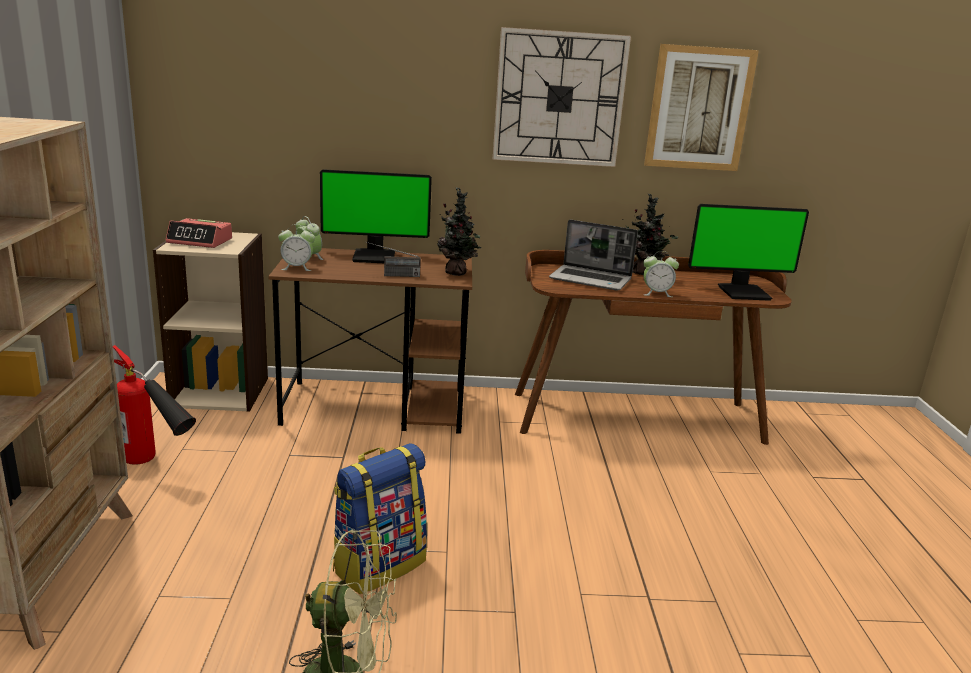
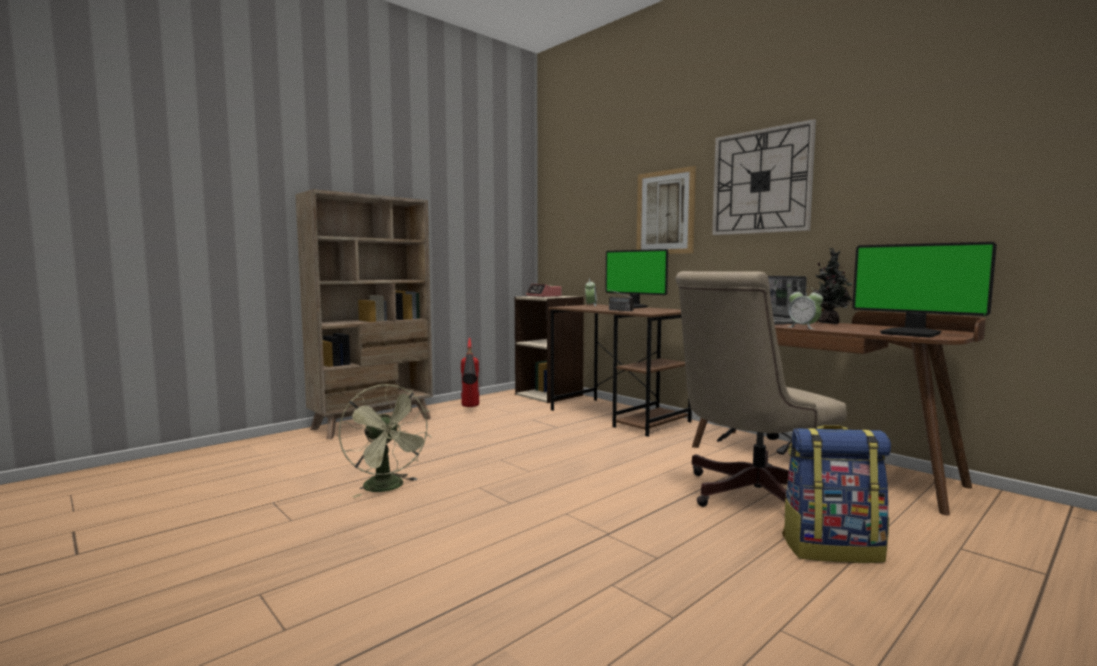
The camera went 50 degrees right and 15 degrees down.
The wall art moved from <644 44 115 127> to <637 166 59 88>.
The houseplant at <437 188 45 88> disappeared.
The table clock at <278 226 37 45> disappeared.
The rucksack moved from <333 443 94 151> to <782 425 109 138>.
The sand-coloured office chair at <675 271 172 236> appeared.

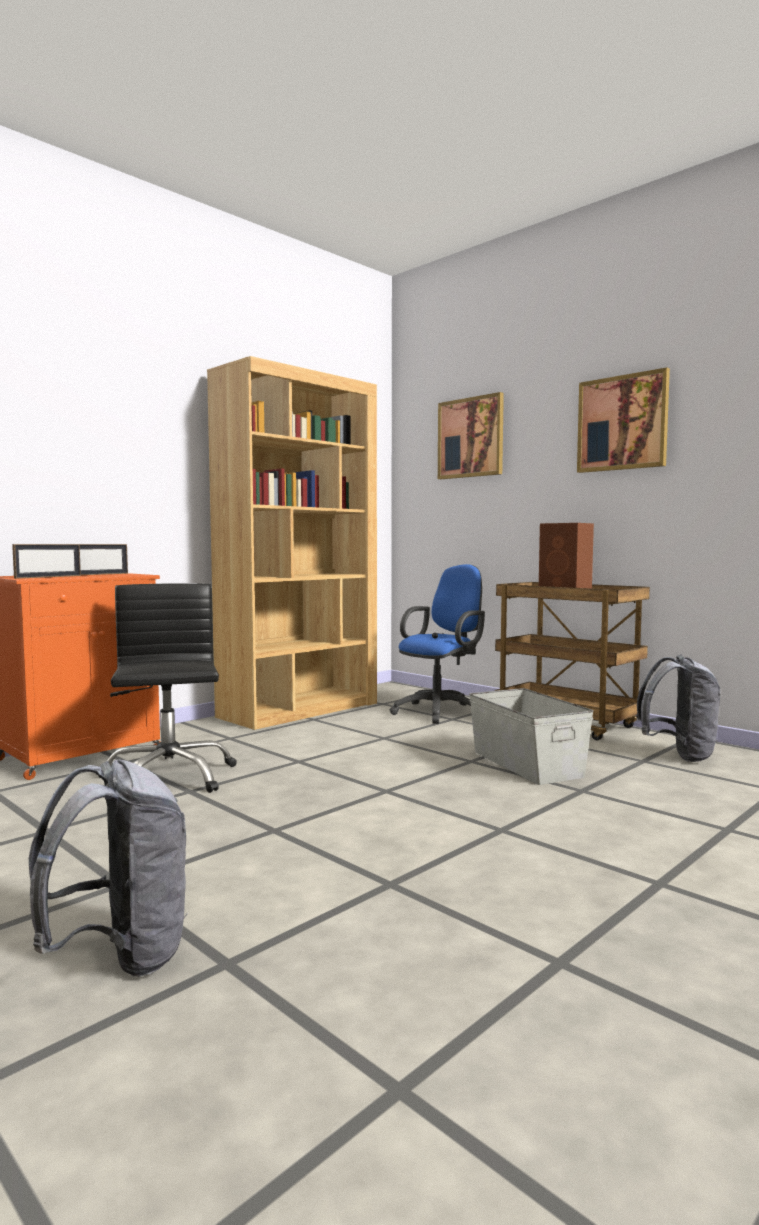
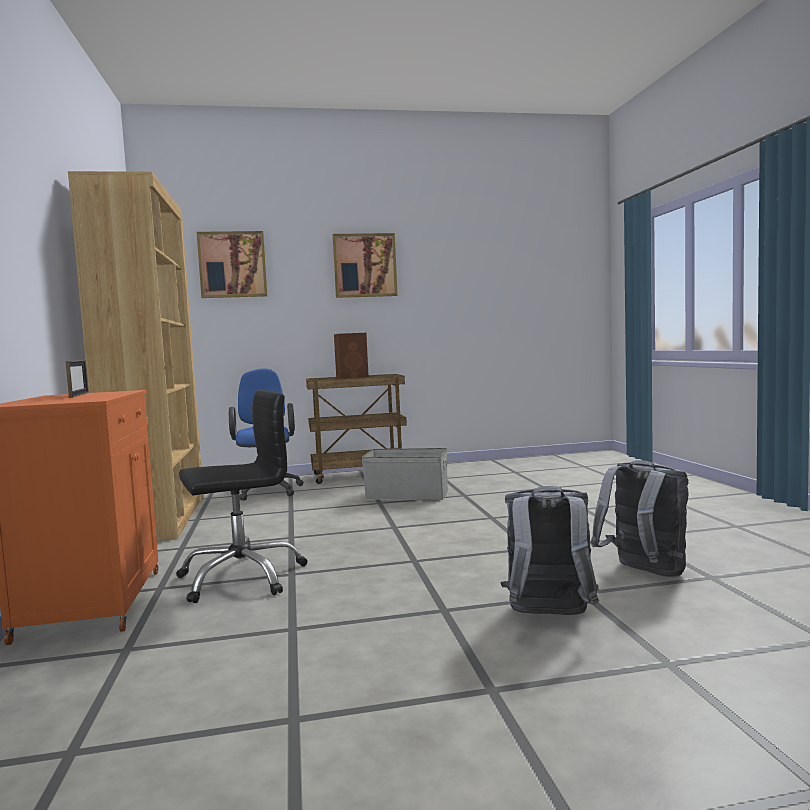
The camera went 55 degrees left and 0 degrees up.
The photo frame at <12 544 69 35> disappeared.
The black office chair at <107 583 130 210> turned 135 degrees clockwise.
The grey rucksack moved from <636 654 84 108> to <591 460 98 117>.

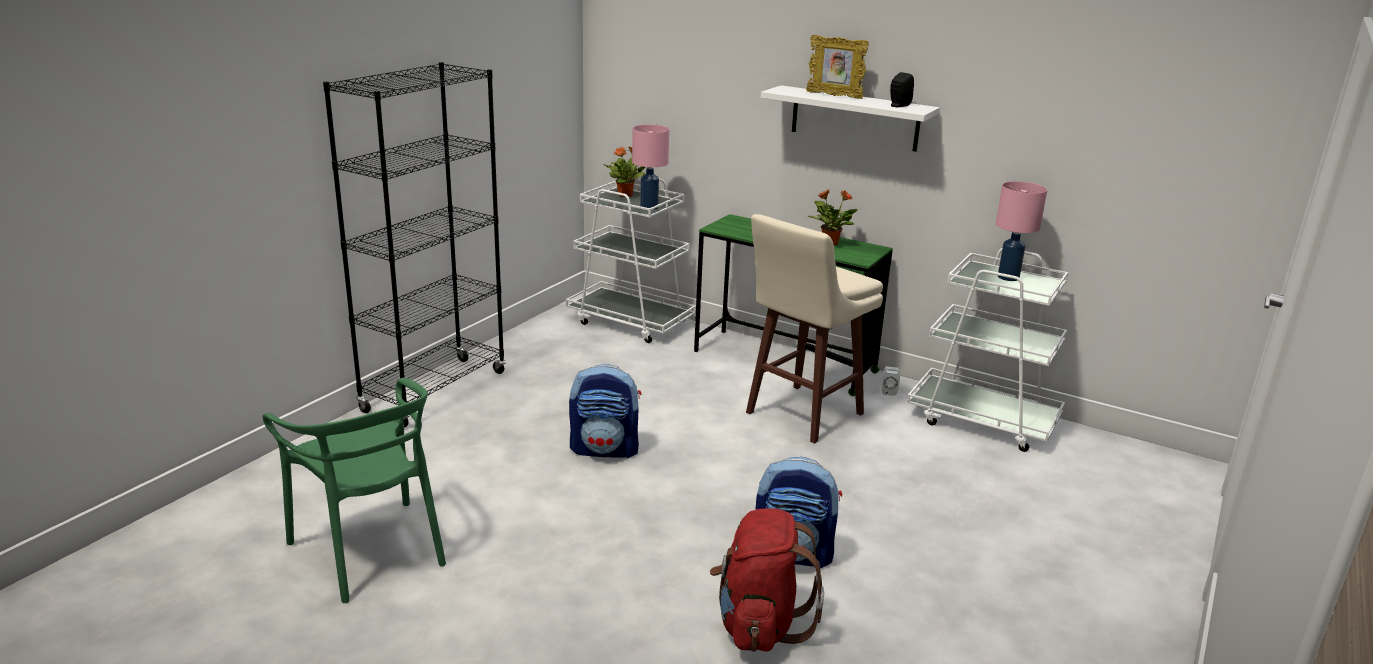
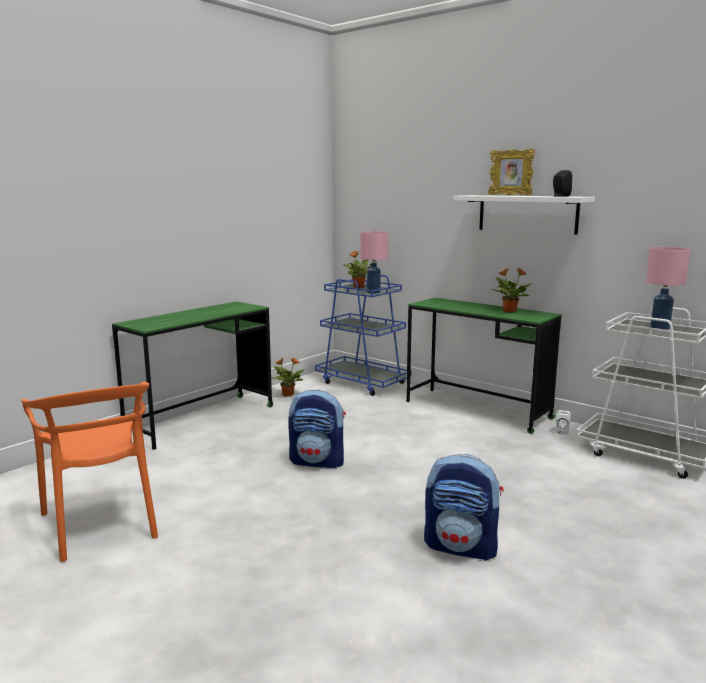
The camera went 10 degrees right and 10 degrees down.
The black shelving unit at <323 62 183 366> was replaced by the greenish desk at <112 301 161 149>.
The white trolley at <566 176 130 167> became the blue-coloured trolley at <315 275 96 121>.
The sand-coloured sitting stool at <746 214 137 230> disappeared.
The greenish plain chair at <262 378 184 225> became the orangey plain chair at <21 382 137 180>.
The red rucksack at <710 508 114 144> disappeared.
The houseplant at <271 357 33 40> appeared.

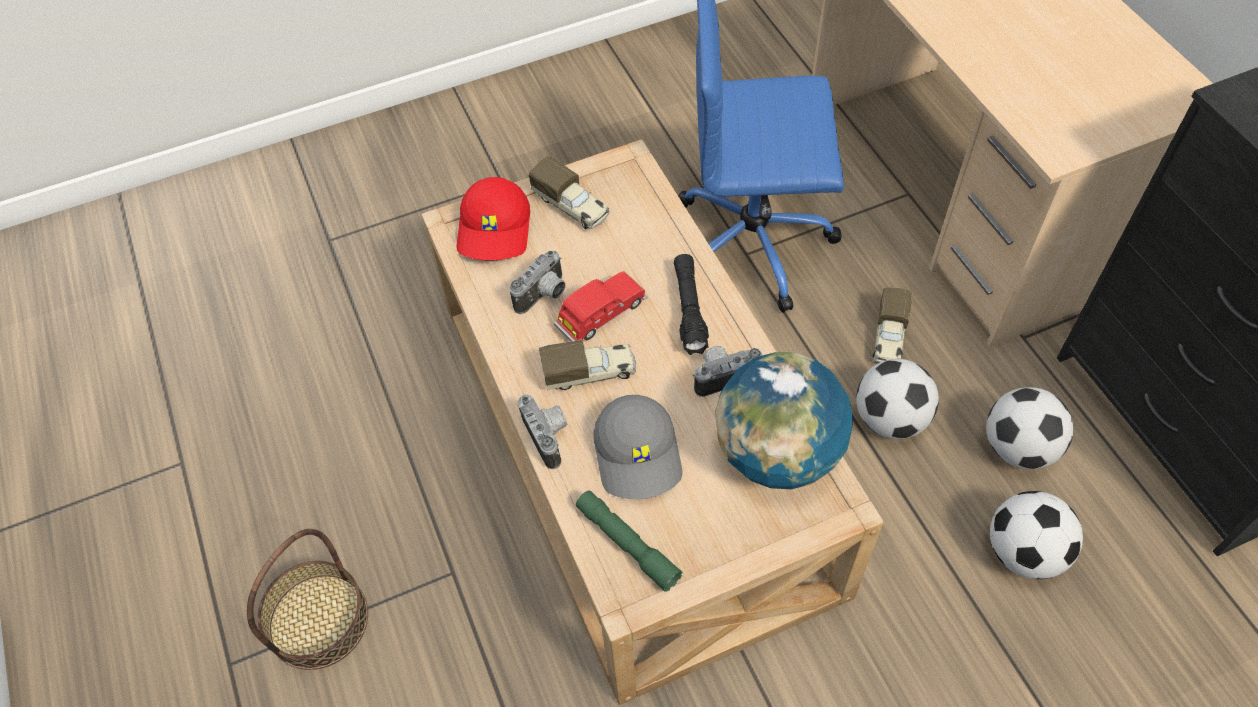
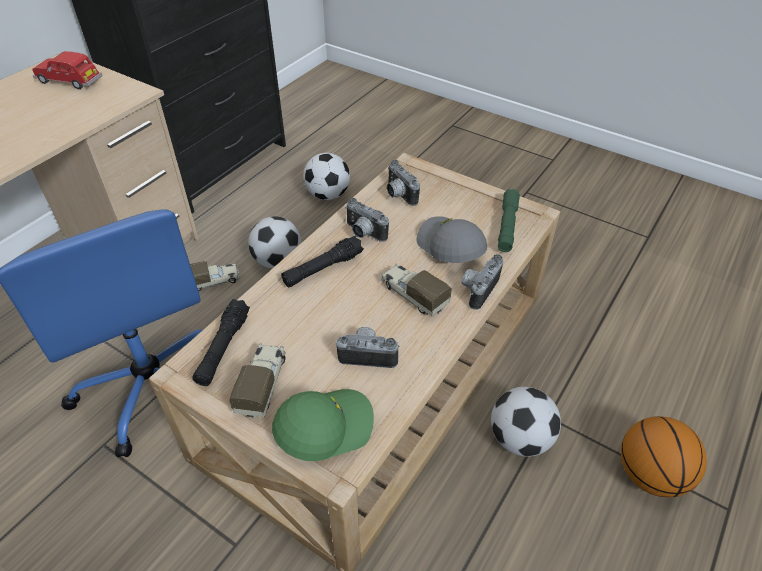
The camera went 125 degrees left and 10 degrees down.
The red peaked cap at <457 177 73 84> became the greenish peaked cap at <272 389 102 72>.
The red model car moved from <554 271 94 71> to <32 51 70 38>.
The world globe at <715 352 138 137> was replaced by the still camera at <386 160 34 46>.
The football ball moved from <986 387 87 82> to <491 387 70 70>.
The grey peaked cap at <593 395 89 104> turned 75 degrees counterclockwise.
The basket at <247 529 121 141> was replaced by the basketball ball at <621 416 86 82>.
The black flashlight at <192 299 58 87> appeared.

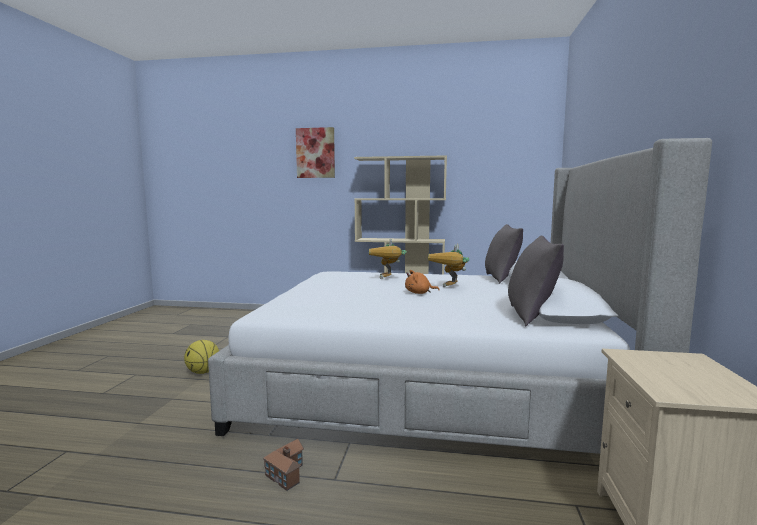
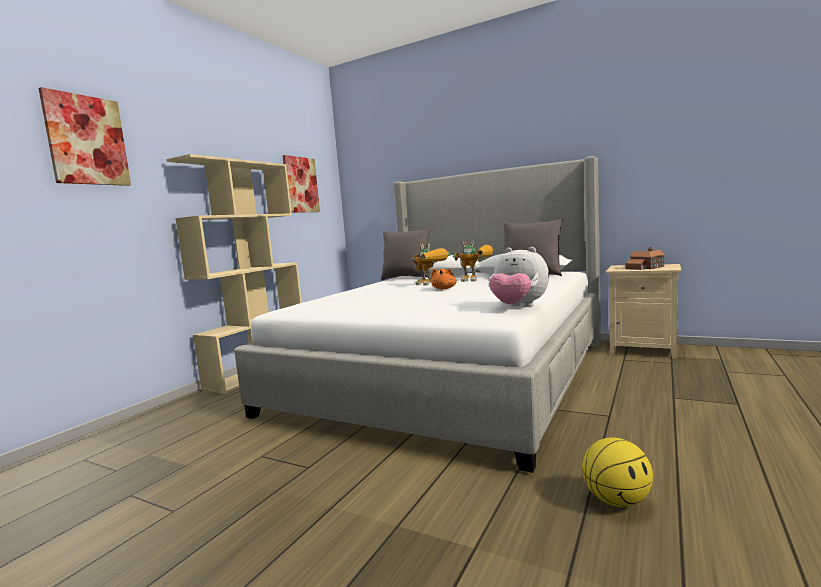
The camera went 70 degrees left and 0 degrees up.
The robot figure moved from <369 239 38 40> to <453 241 40 41>.
The basketball ball moved from <184 340 35 34> to <582 437 71 70>.
The toy house moved from <263 439 41 52> to <625 247 40 23>.
The wall art at <283 155 37 58> appeared.
The cuddly toy at <489 247 60 60> appeared.

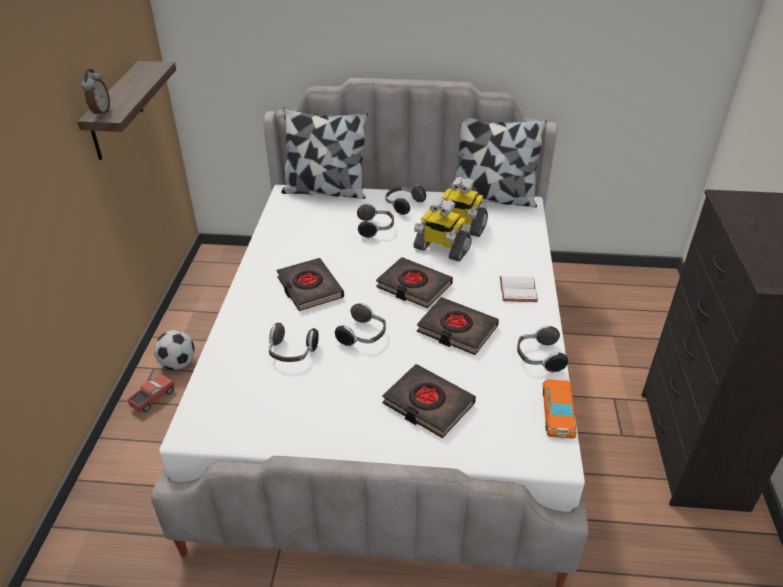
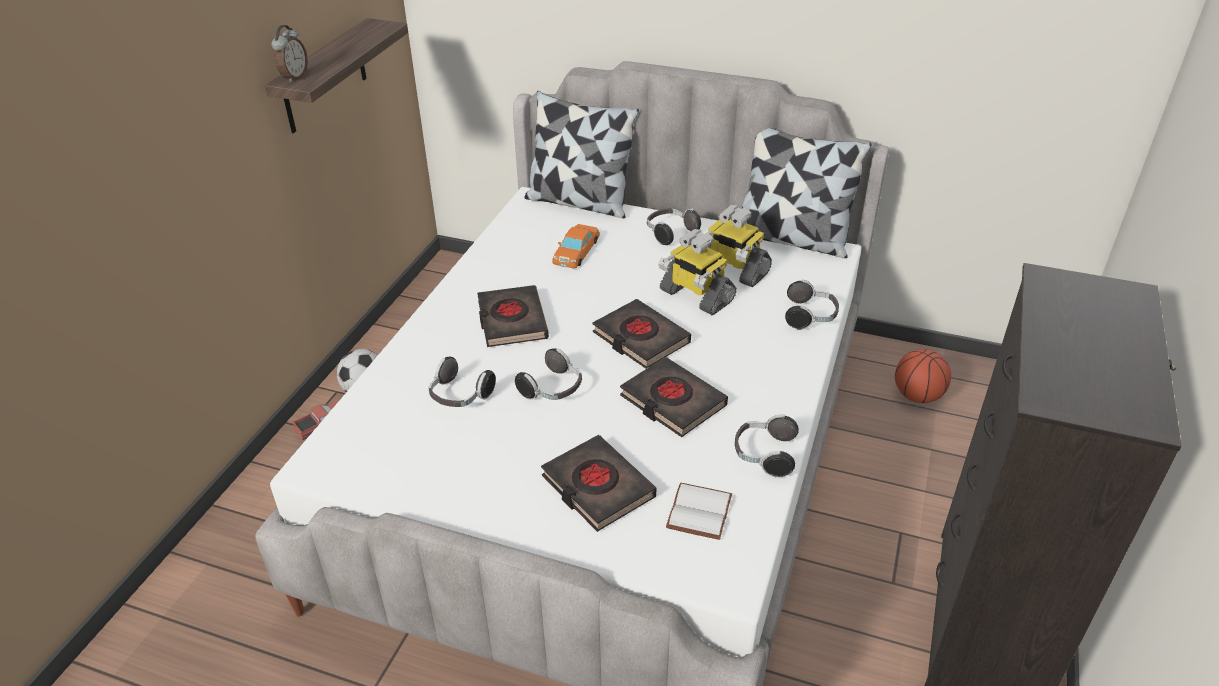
The camera went 15 degrees right and 0 degrees up.
The headset moved from <357 203 37 35> to <785 280 54 50>.
The white book moved from <499 276 39 26> to <666 483 66 57>.
The orangey model car moved from <543 379 34 60> to <552 224 48 45>.
The basketball ball at <895 349 56 54> appeared.

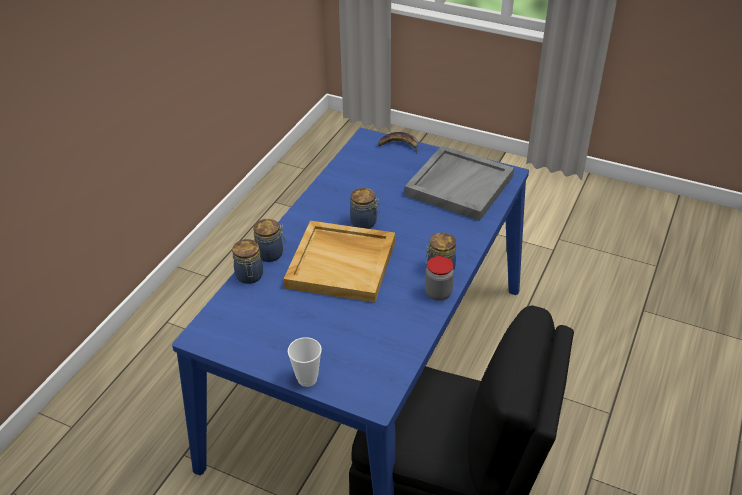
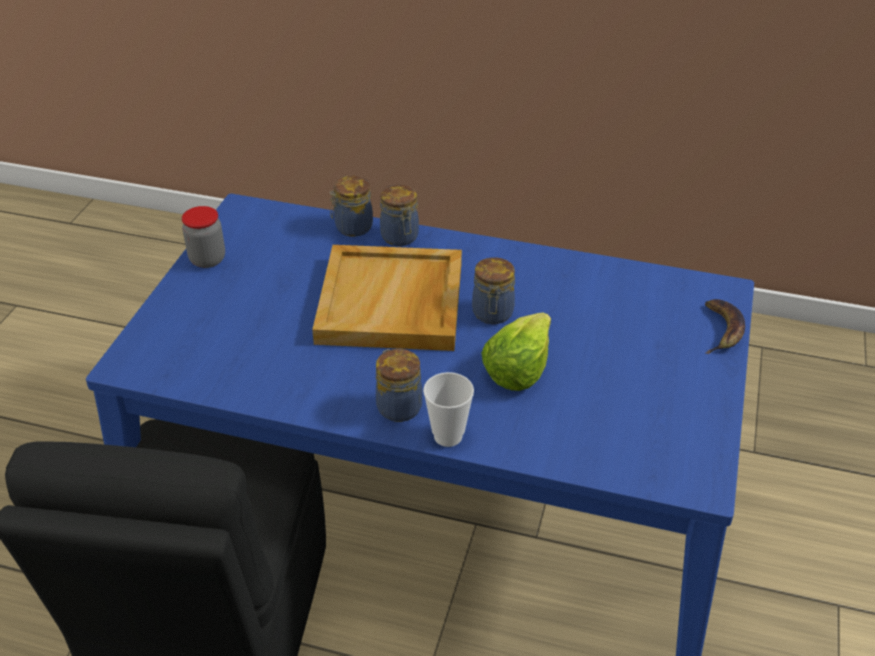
The camera went 80 degrees right and 0 degrees up.
The grey serving tray at <405 146 109 75> disappeared.
The preserve jar moved from <425 256 29 45> to <182 206 43 62>.
The cup moved from <288 337 34 50> to <423 372 51 75>.
The head of lettuce at <481 313 70 78> appeared.

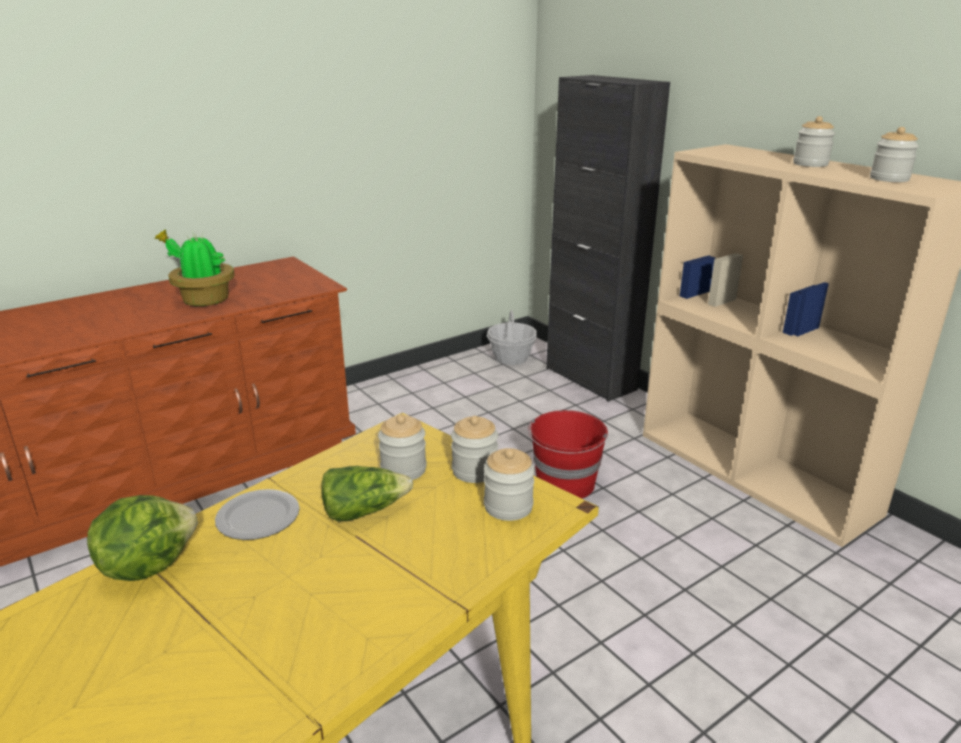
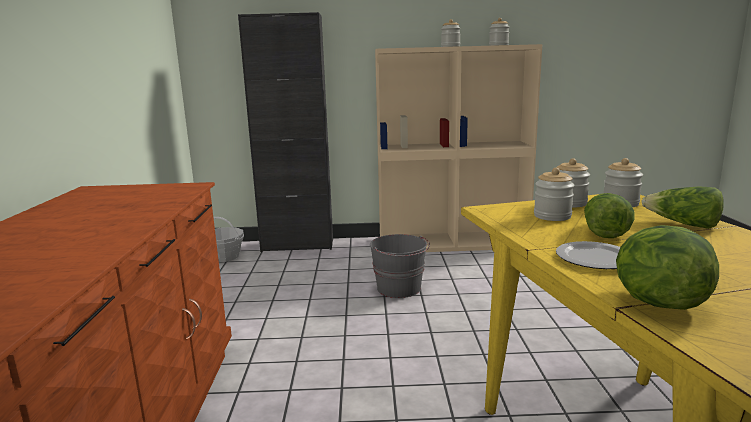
The camera went 55 degrees left and 10 degrees down.
The houseplant at <154 230 81 76> disappeared.
The red bucket at <528 410 80 88> became the grey bucket at <370 234 60 64>.
The head of lettuce at <641 187 83 42> appeared.

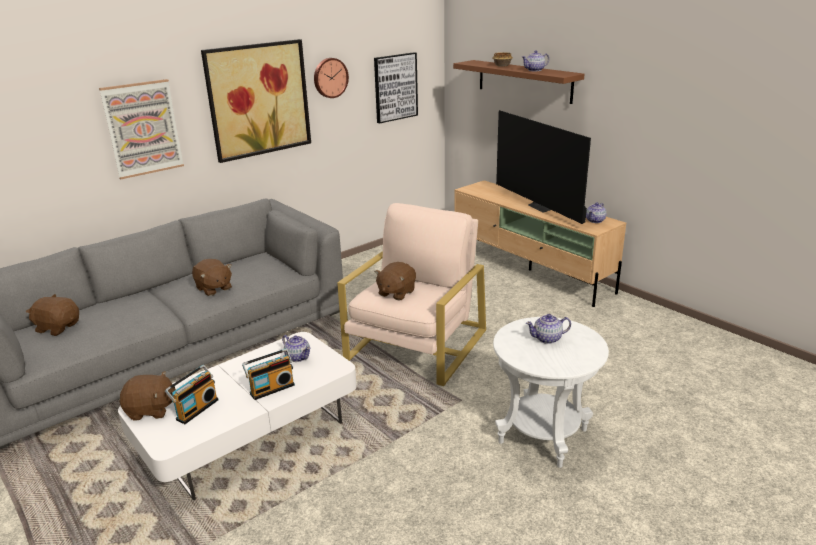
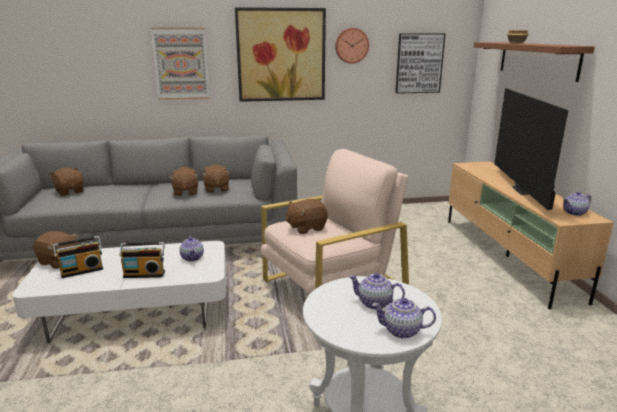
The camera went 30 degrees right and 5 degrees down.
The teapot moved from <522 51 27 20> to <372 298 64 40>.
The brown cuddly toy at <202 164 28 29> appeared.

